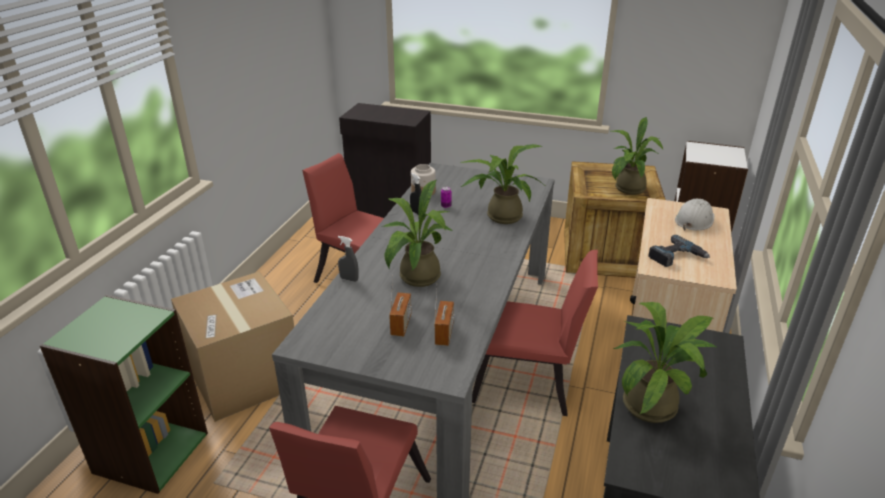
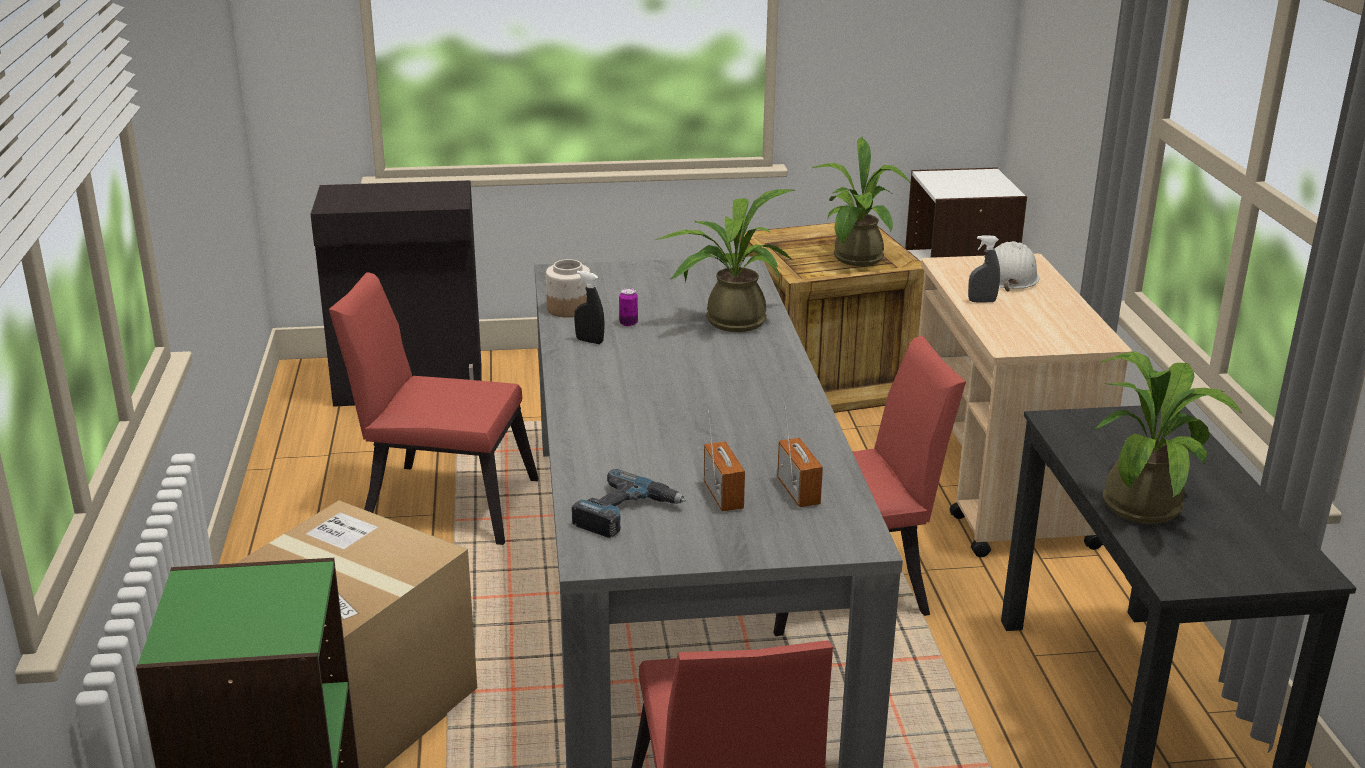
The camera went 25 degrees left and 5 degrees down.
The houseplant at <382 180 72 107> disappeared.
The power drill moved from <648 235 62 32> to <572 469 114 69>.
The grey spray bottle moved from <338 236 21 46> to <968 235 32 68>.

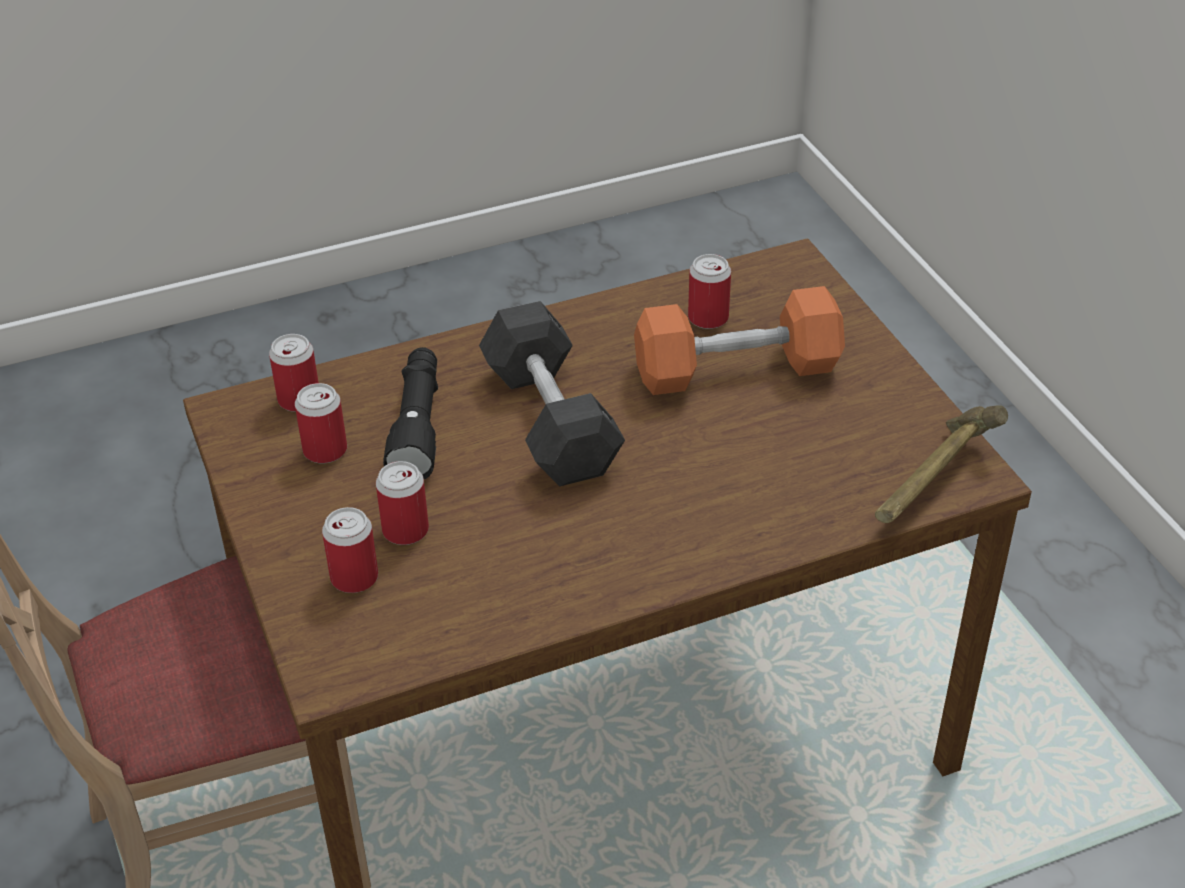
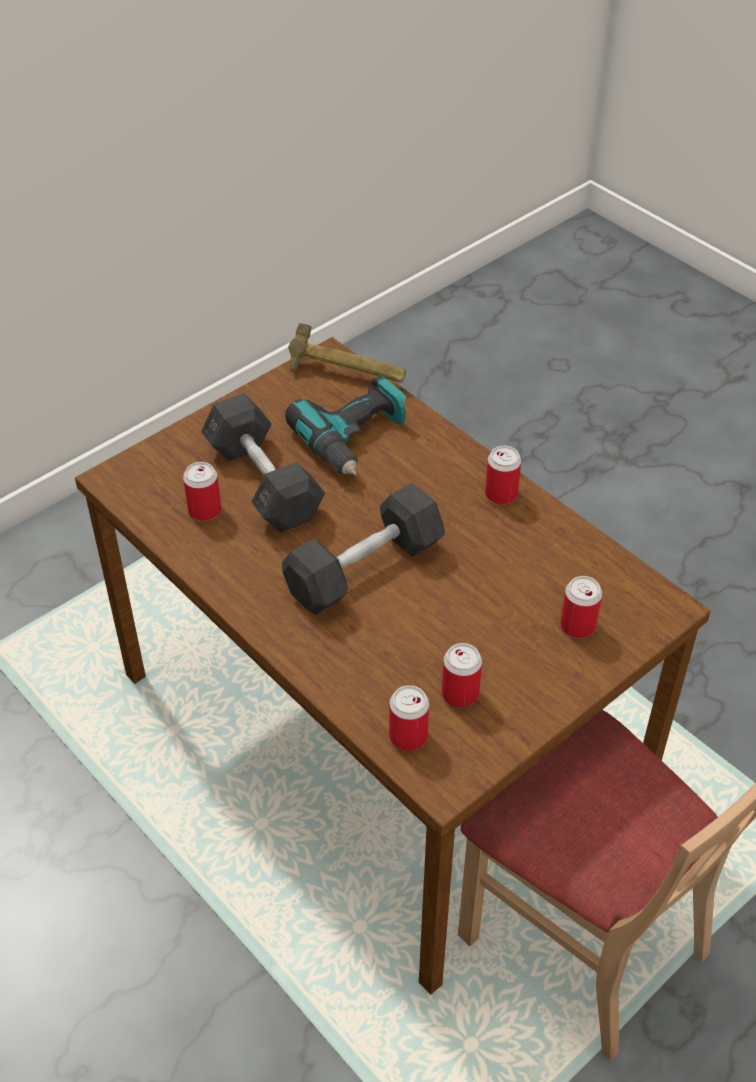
The camera went 110 degrees left and 5 degrees up.
The orangey hand weight at <634 286 211 109> became the grey hand weight at <201 393 124 140>.
The black flashlight at <383 347 55 132> disappeared.
The sealed can moved from <376 461 53 84> to <485 446 36 58>.
The power drill at <285 375 121 101> appeared.

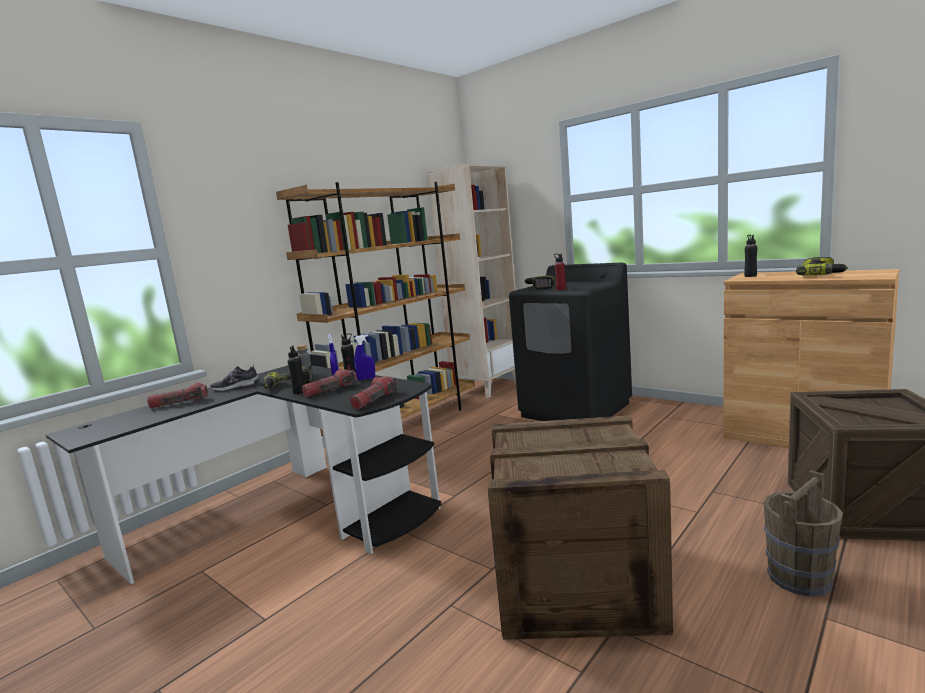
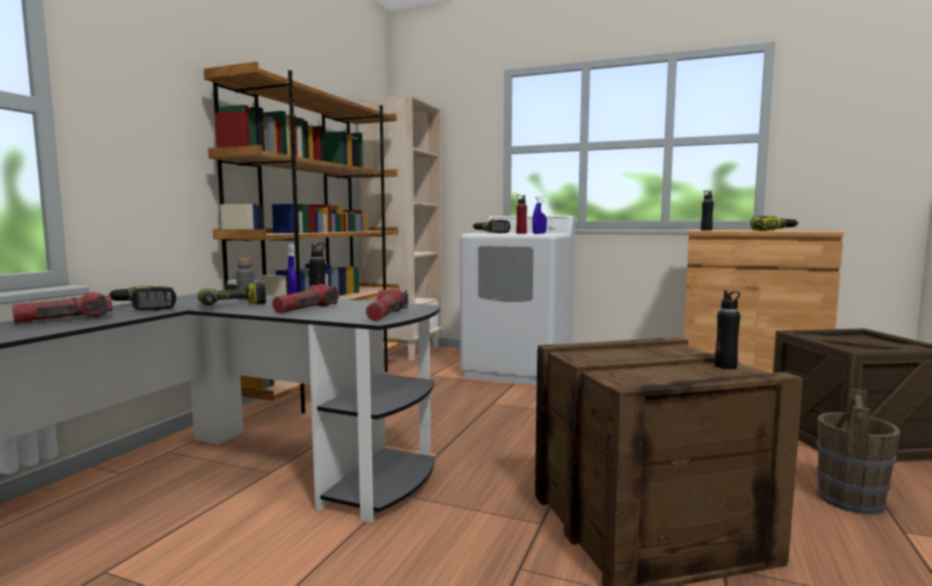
The camera went 20 degrees left and 5 degrees down.
The black laundry appliance at <509 263 123 158> became the white laundry appliance at <460 216 115 169>.
The blue-coloured spray bottle moved from <354 335 21 45> to <532 195 15 39>.
The black bottle moved from <288 345 17 49> to <714 290 26 79>.
The low shoe at <210 364 49 27> was replaced by the power drill at <108 286 68 24>.

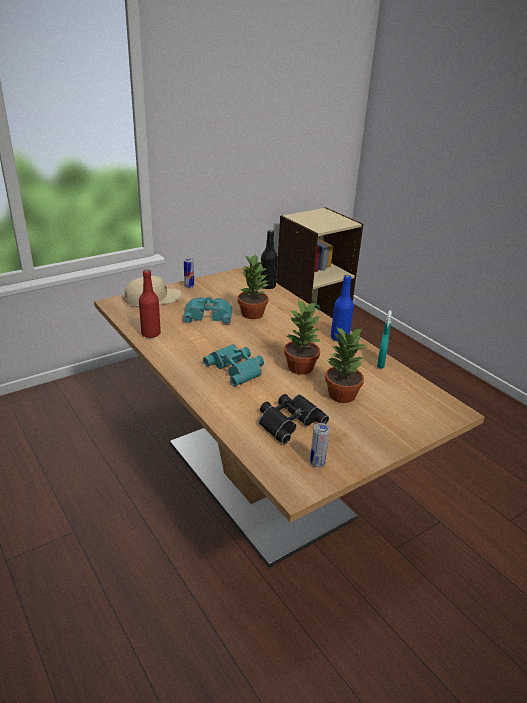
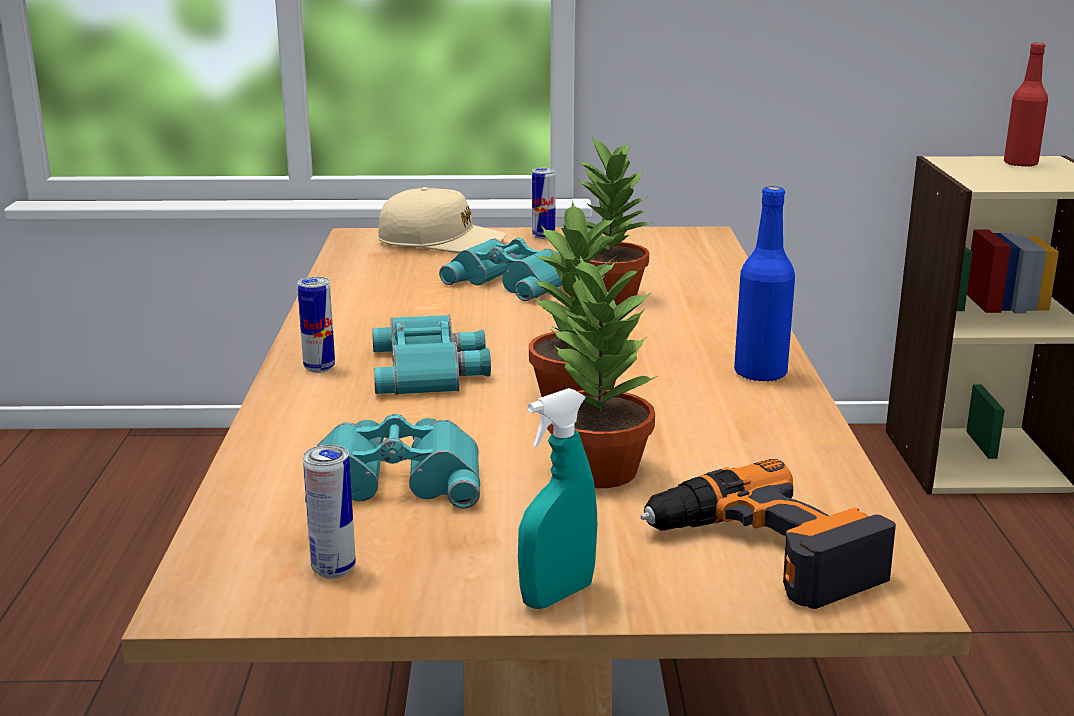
The camera went 35 degrees right and 10 degrees down.
The black bottle at <260 230 18 59> disappeared.
The red bottle moved from <139 270 22 68> to <1004 43 44 124>.
The turquoise spray bottle moved from <377 310 15 59> to <518 388 79 221>.
The black field glasses at <259 394 70 50> became the turquoise field glasses at <305 414 175 95>.
The sealed can at <297 277 38 96> appeared.
The power drill at <640 459 256 150> appeared.

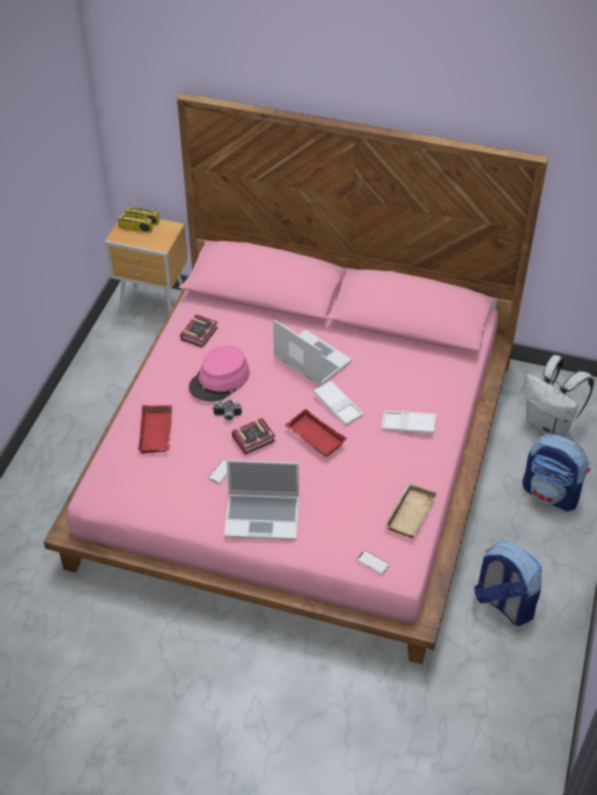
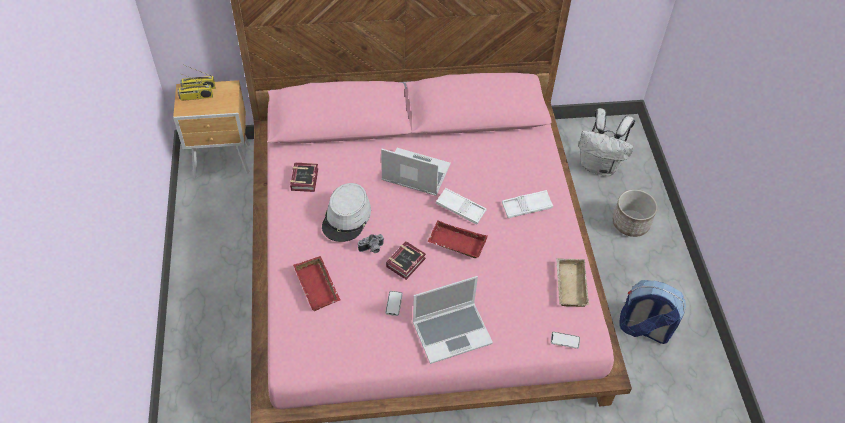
The camera went 25 degrees left and 5 degrees up.
The pink hat at <189 346 61 55> became the grey hat at <322 183 49 59>.
The rucksack at <522 434 68 77> was replaced by the planter at <613 189 44 48>.

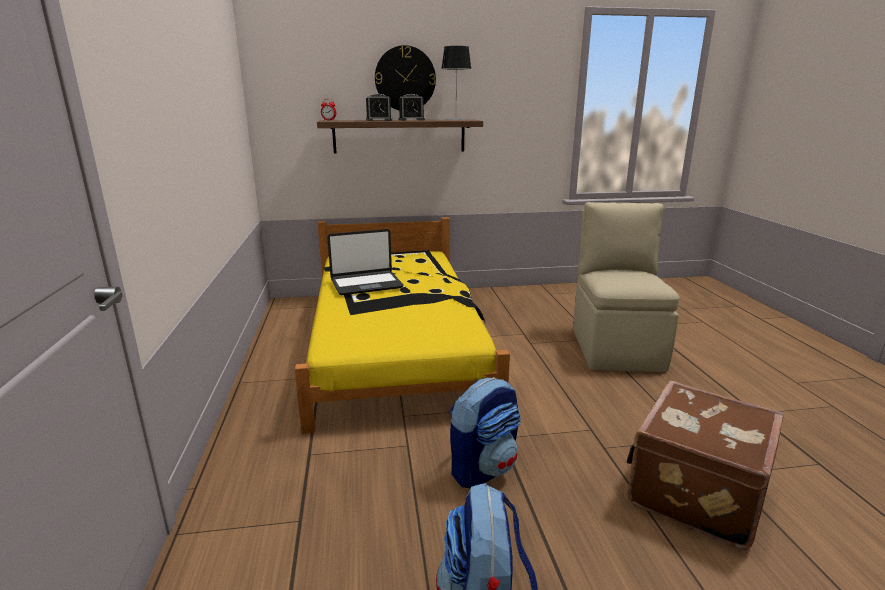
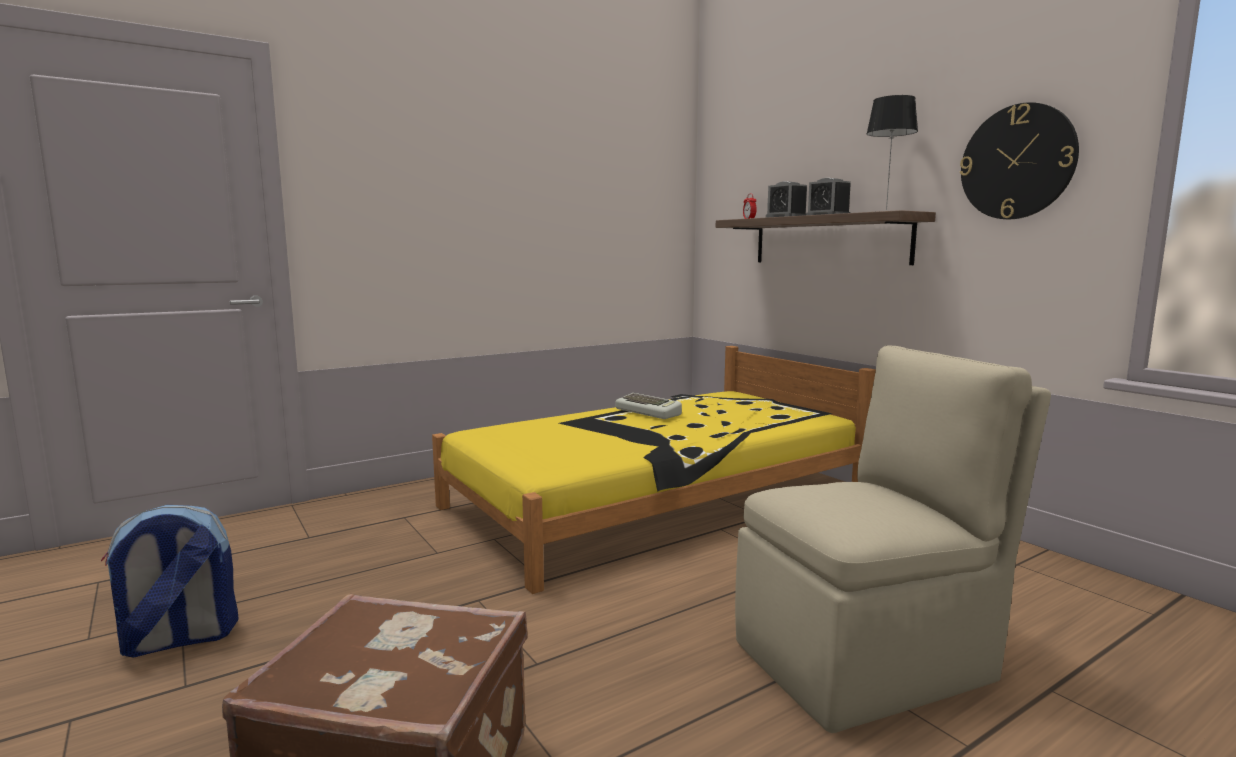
The camera went 65 degrees right and 10 degrees down.
The clock on the wall moved from <375 45 61 65> to <960 102 119 117>.
The notebook computer at <327 229 77 66> was replaced by the PC keyboard at <616 393 66 26>.
The rucksack at <450 377 71 111> disappeared.

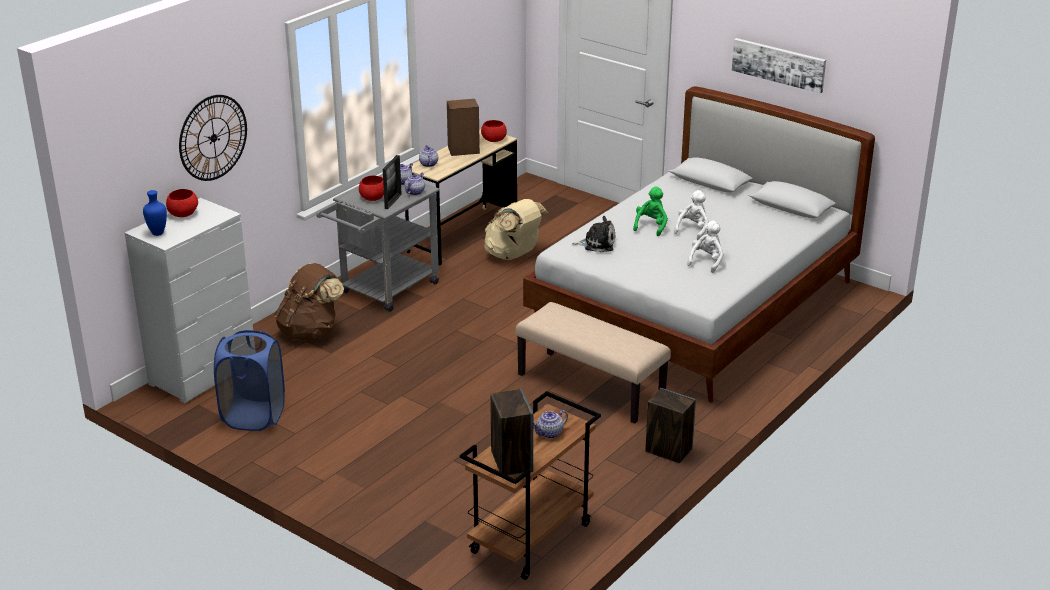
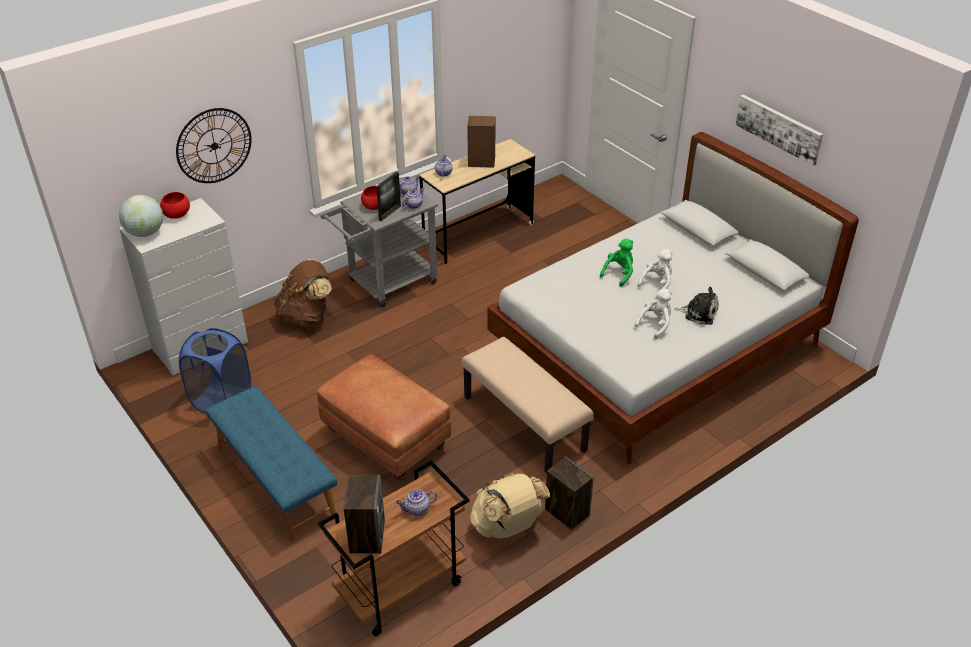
The camera went 15 degrees right and 10 degrees up.
The red bowl at <481 120 26 22> disappeared.
The blue-coloured vase at <143 190 24 46> was replaced by the world globe at <119 195 44 42>.
The sand-coloured rucksack moved from <484 199 64 61> to <470 473 80 66>.
The cuddly toy moved from <572 216 43 36> to <674 287 44 38>.
The brown ottoman at <317 355 134 126> appeared.
The blue-coloured long seat at <205 386 132 156> appeared.

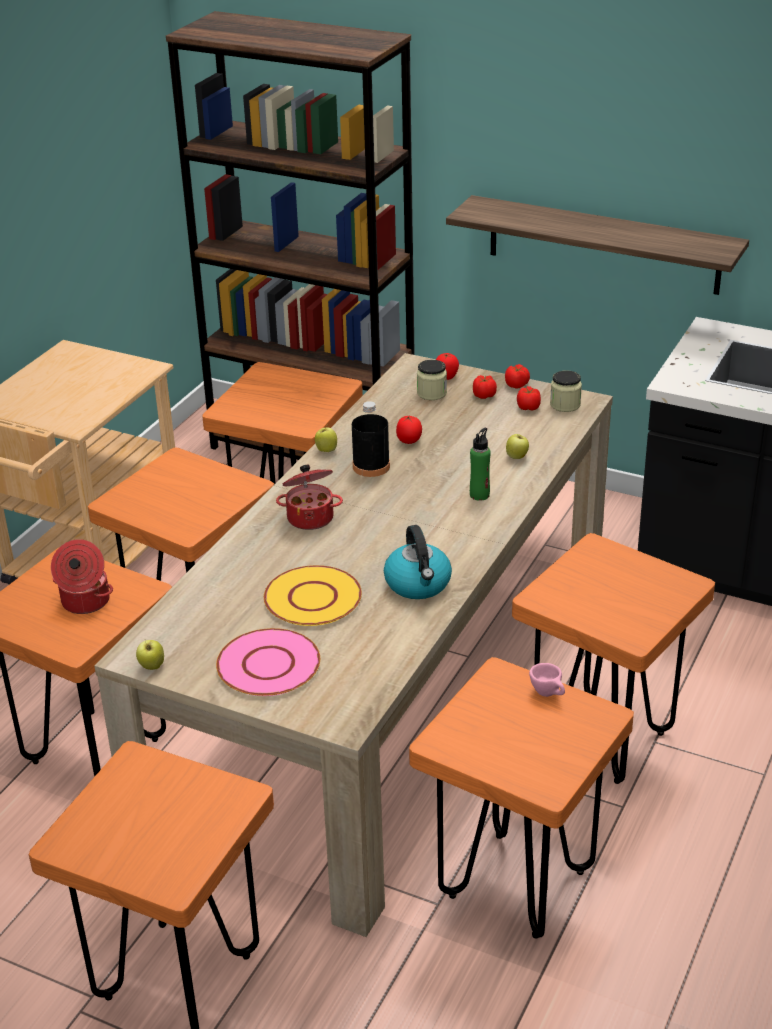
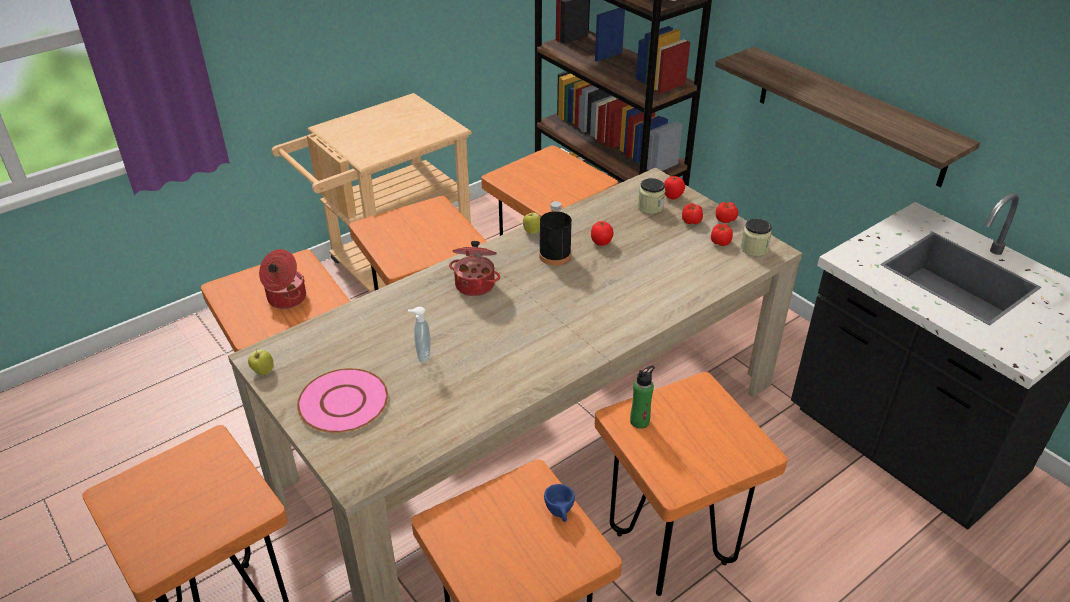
The camera went 25 degrees right and 5 degrees up.
The greenish bottle moved from <470 428 21 73> to <630 365 25 64>.
The whole apple at <506 434 23 25> disappeared.
The tea kettle at <384 525 68 74> disappeared.
The yellowish plate at <264 565 98 61> was replaced by the liquid soap bottle at <408 307 22 56>.
The pink cup at <529 663 36 34> became the blue-coloured cup at <544 484 31 38>.

